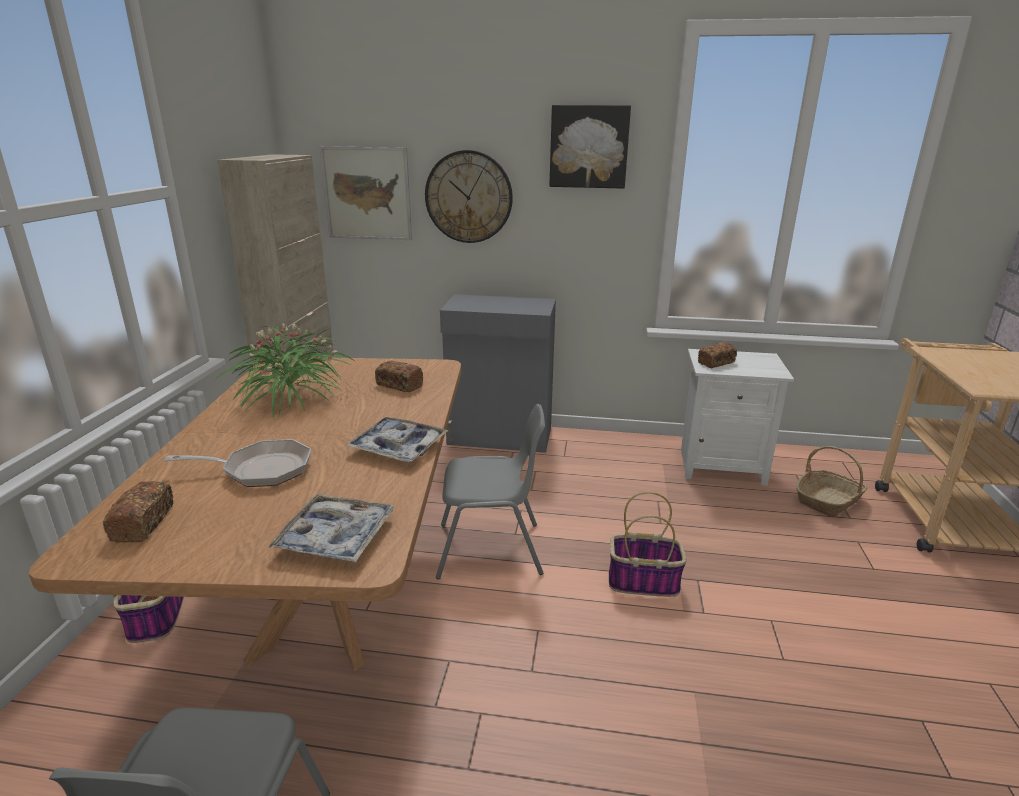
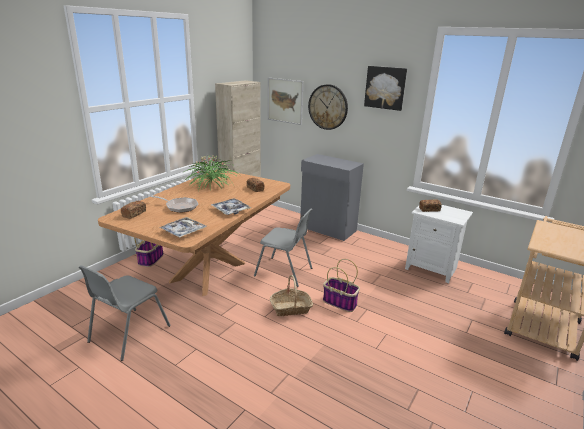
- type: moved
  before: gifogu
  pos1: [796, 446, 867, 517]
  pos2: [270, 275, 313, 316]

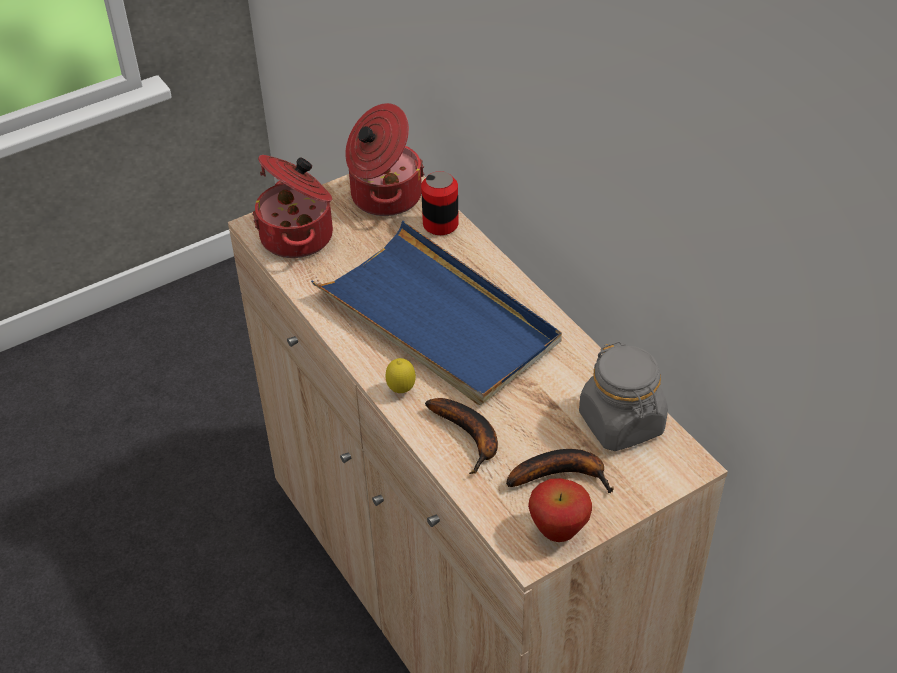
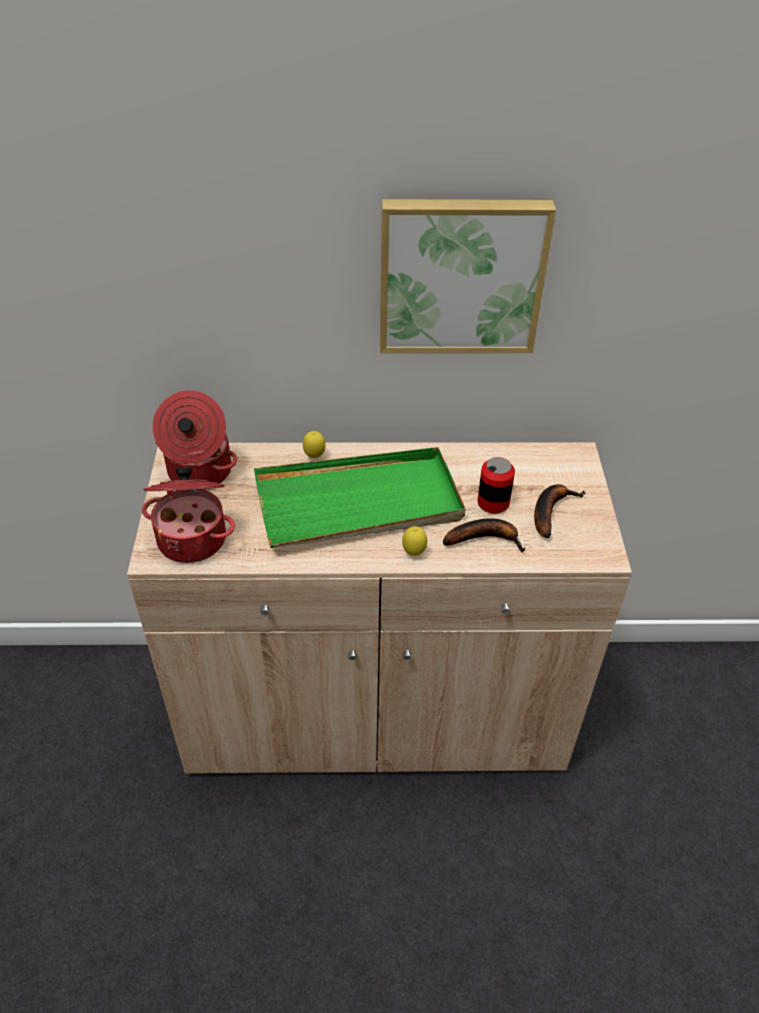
- type: recoloured
  before: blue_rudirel
  after: green_rudirel
  pos1: [311, 221, 562, 405]
  pos2: [254, 447, 465, 548]
- type: moved
  before: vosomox
  pos1: [421, 171, 459, 235]
  pos2: [477, 457, 515, 514]
- type: removed
  before: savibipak
  pos1: [528, 478, 592, 542]
- type: removed
  before: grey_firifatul
  pos1: [579, 341, 668, 451]
- type: added
  after: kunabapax
  pos2: [303, 431, 326, 458]
- type: added
  after: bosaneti
  pos2: [380, 199, 556, 353]

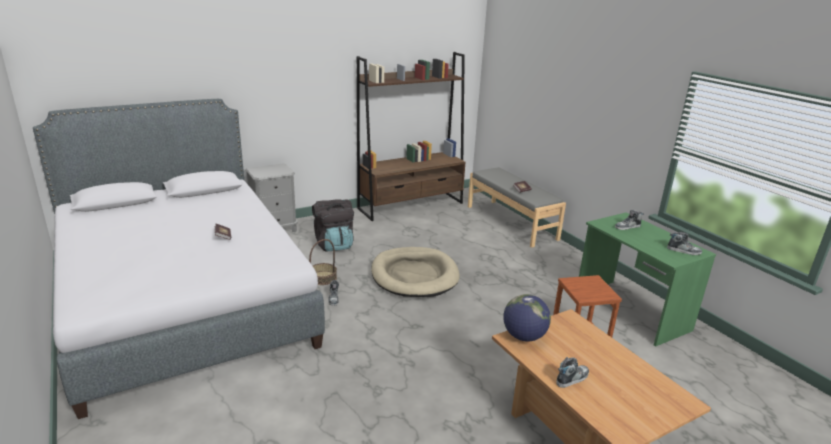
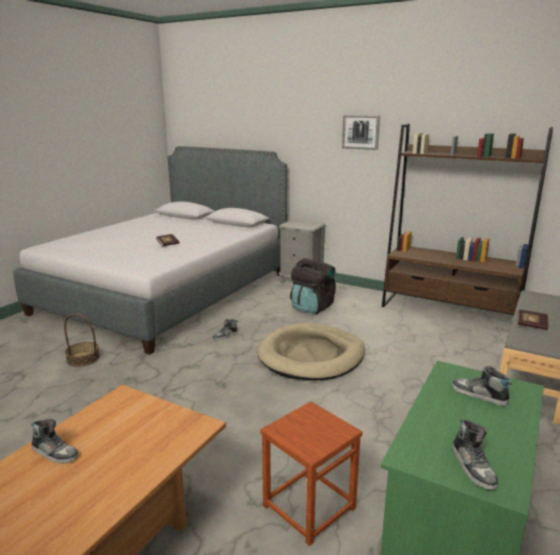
- type: moved
  before: gifogu
  pos1: [309, 239, 337, 285]
  pos2: [64, 314, 100, 367]
- type: removed
  before: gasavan
  pos1: [503, 294, 551, 341]
- type: added
  after: bosaneti
  pos2: [342, 115, 380, 150]

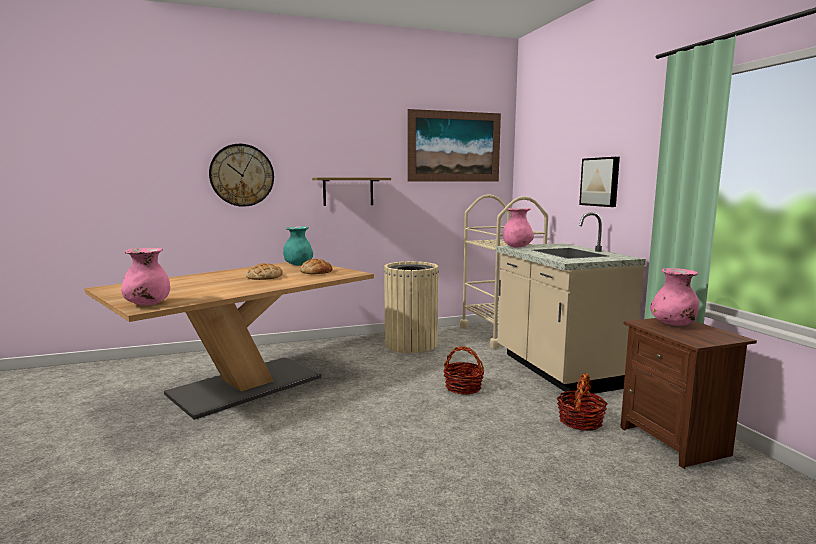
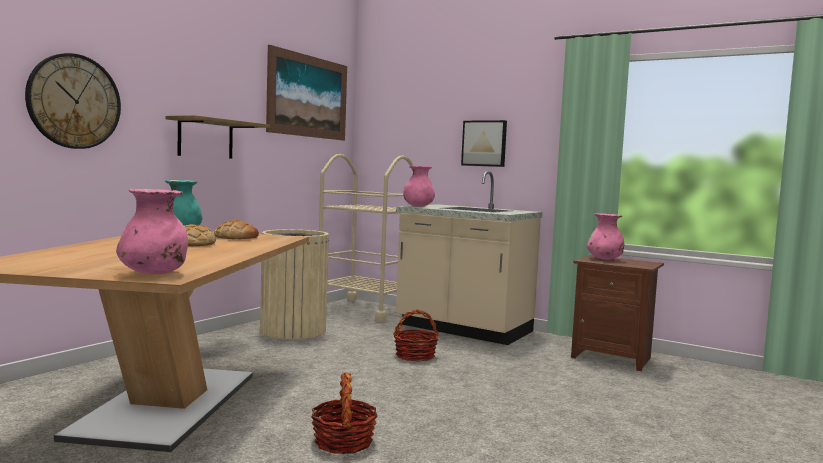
- type: moved
  before: gifogu
  pos1: [557, 373, 608, 431]
  pos2: [311, 372, 378, 454]

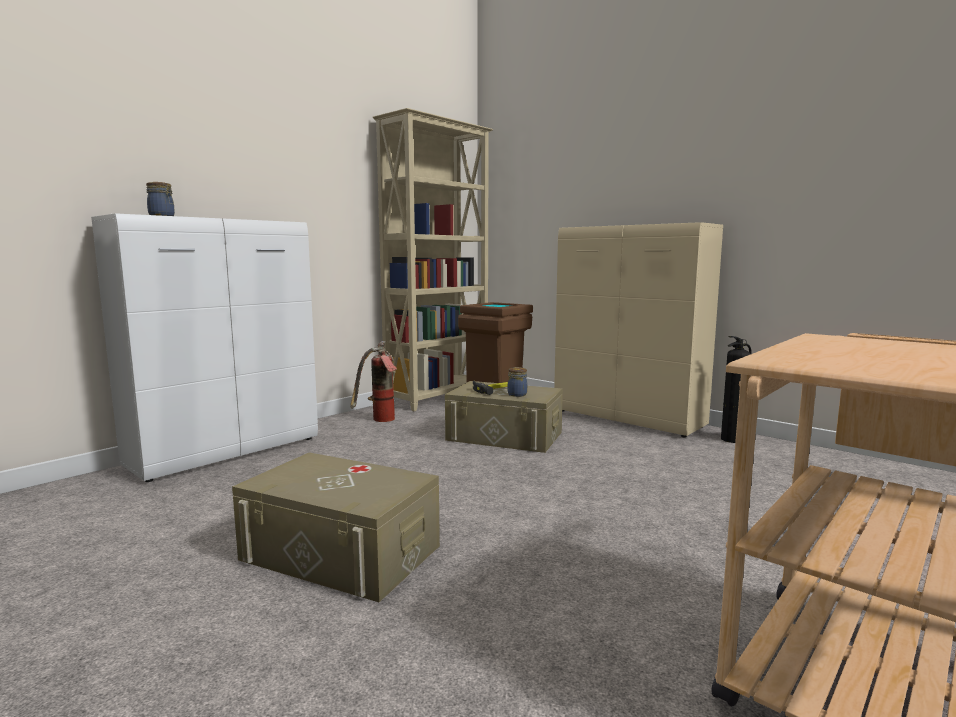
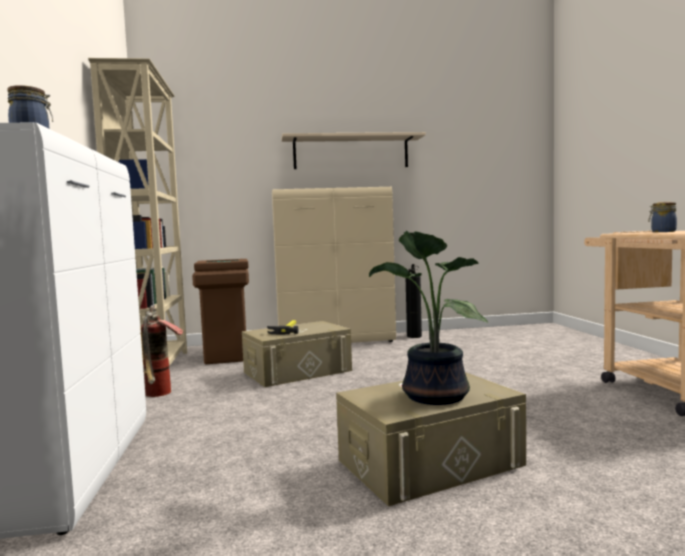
- type: moved
  before: firifatul
  pos1: [508, 367, 527, 397]
  pos2: [648, 202, 677, 232]
- type: added
  after: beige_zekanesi
  pos2: [281, 132, 426, 169]
- type: added
  after: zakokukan
  pos2: [369, 231, 488, 405]

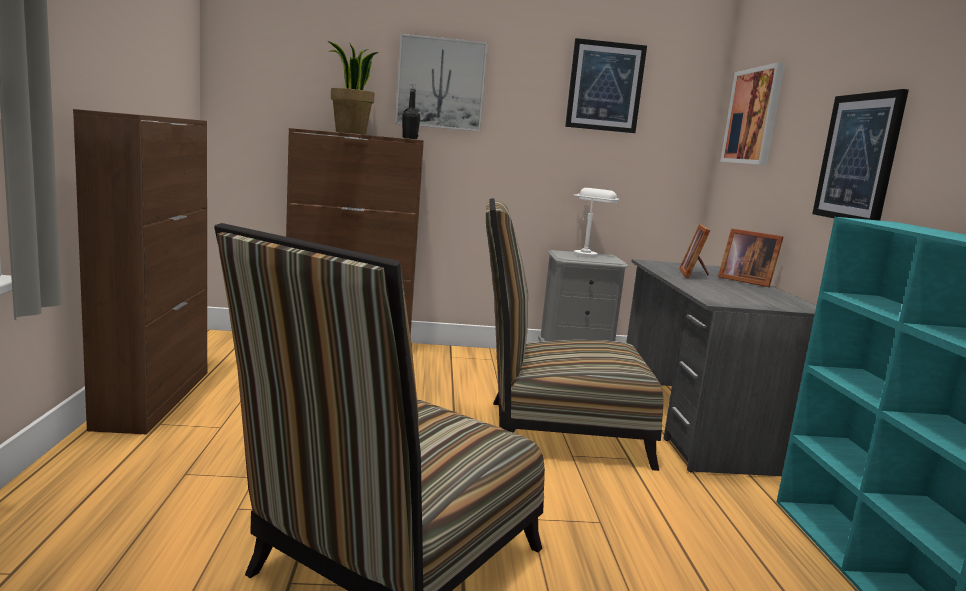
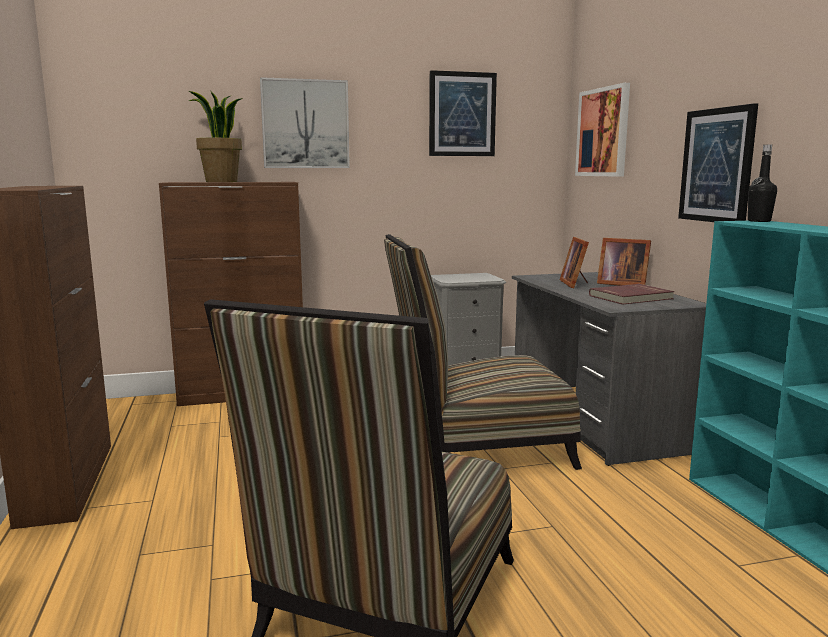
- type: moved
  before: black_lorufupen
  pos1: [402, 84, 420, 139]
  pos2: [748, 145, 777, 222]
- type: removed
  before: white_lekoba
  pos1: [573, 188, 620, 258]
- type: added
  after: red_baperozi
  pos2: [589, 284, 674, 305]

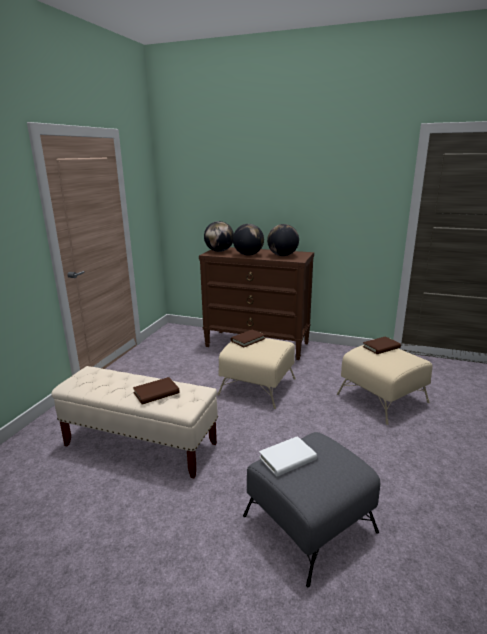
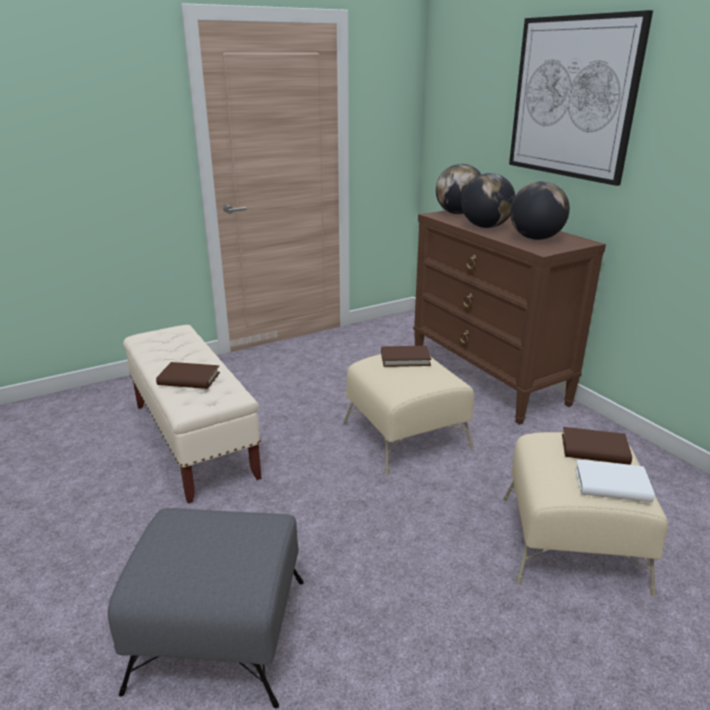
- type: moved
  before: white_baperozi
  pos1: [259, 436, 317, 477]
  pos2: [575, 460, 655, 502]
- type: added
  after: bosaneti
  pos2: [509, 10, 653, 186]

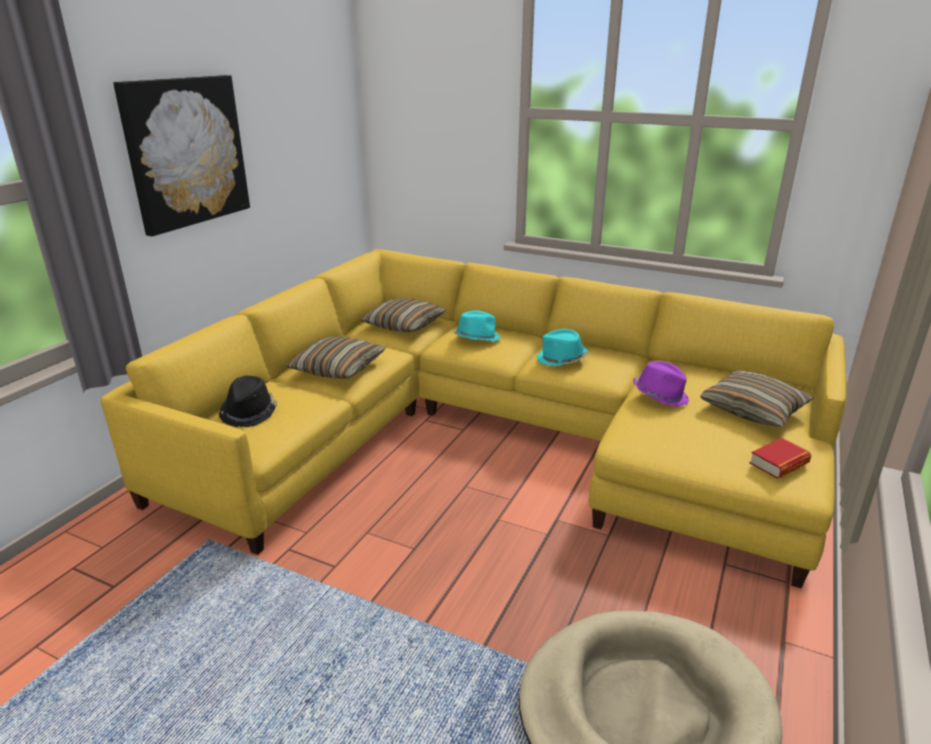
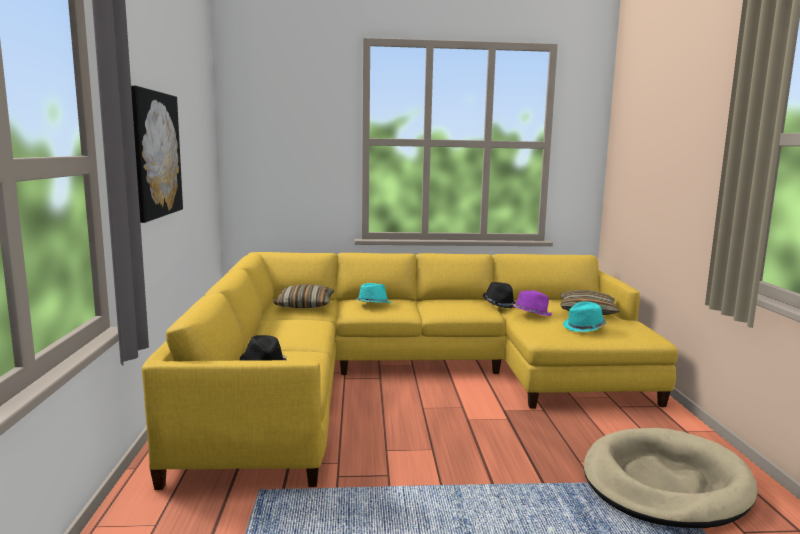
- type: removed
  before: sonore
  pos1: [286, 336, 386, 378]
- type: moved
  before: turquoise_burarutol
  pos1: [536, 329, 589, 366]
  pos2: [563, 301, 606, 332]
- type: removed
  before: baperozi
  pos1: [749, 438, 812, 478]
- type: added
  after: black_burarutol
  pos2: [483, 282, 516, 308]

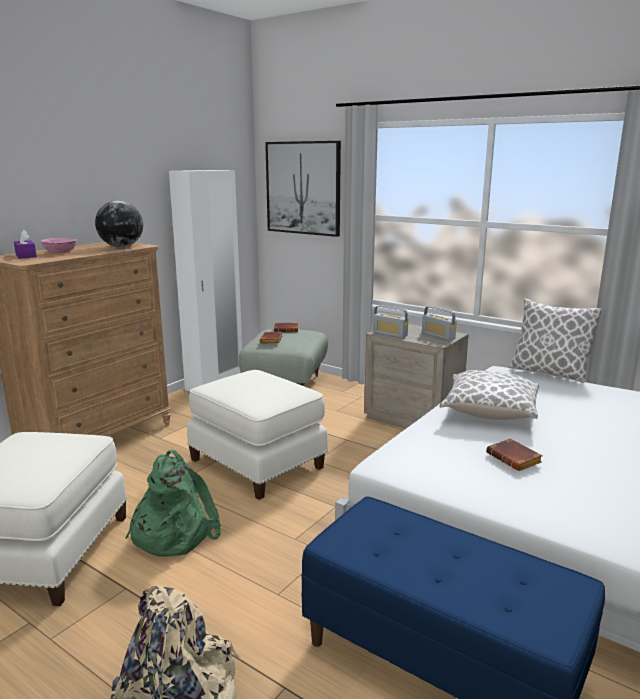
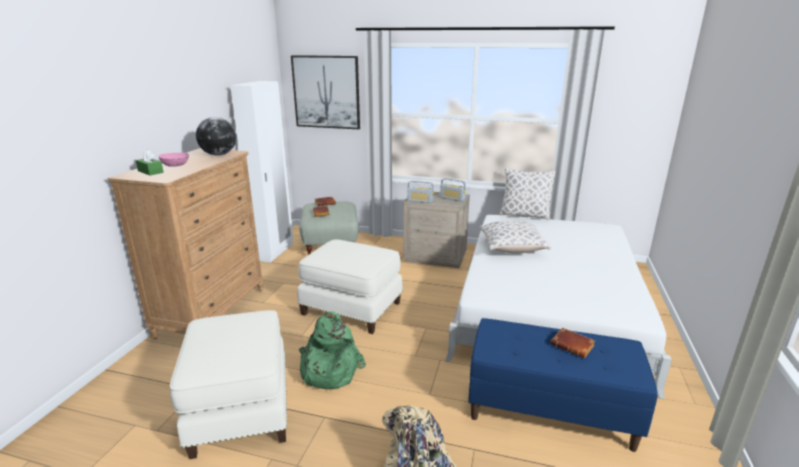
- type: recoloured
  before: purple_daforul
  after: green_daforul
  pos1: [14, 229, 37, 259]
  pos2: [136, 150, 164, 175]
- type: moved
  before: brown_baperozi
  pos1: [486, 438, 543, 471]
  pos2: [551, 328, 595, 358]

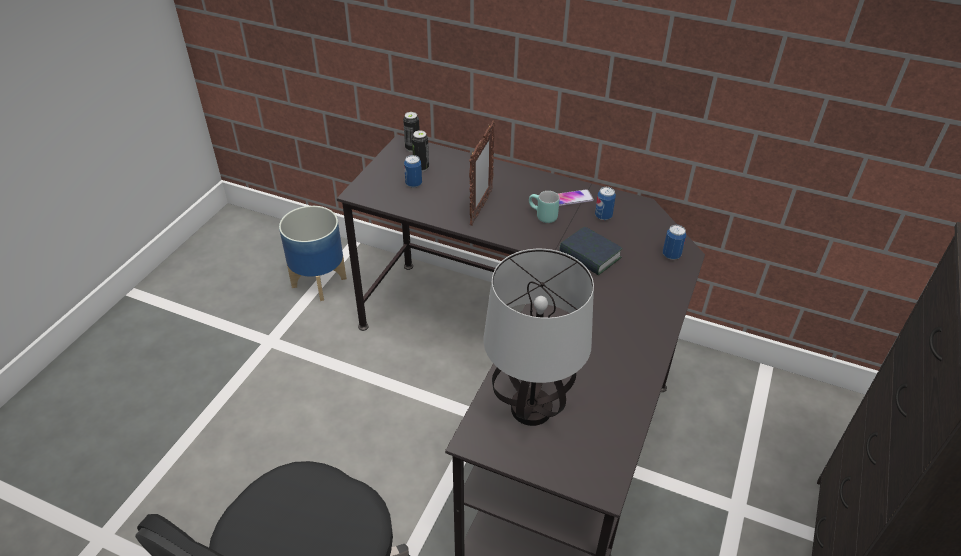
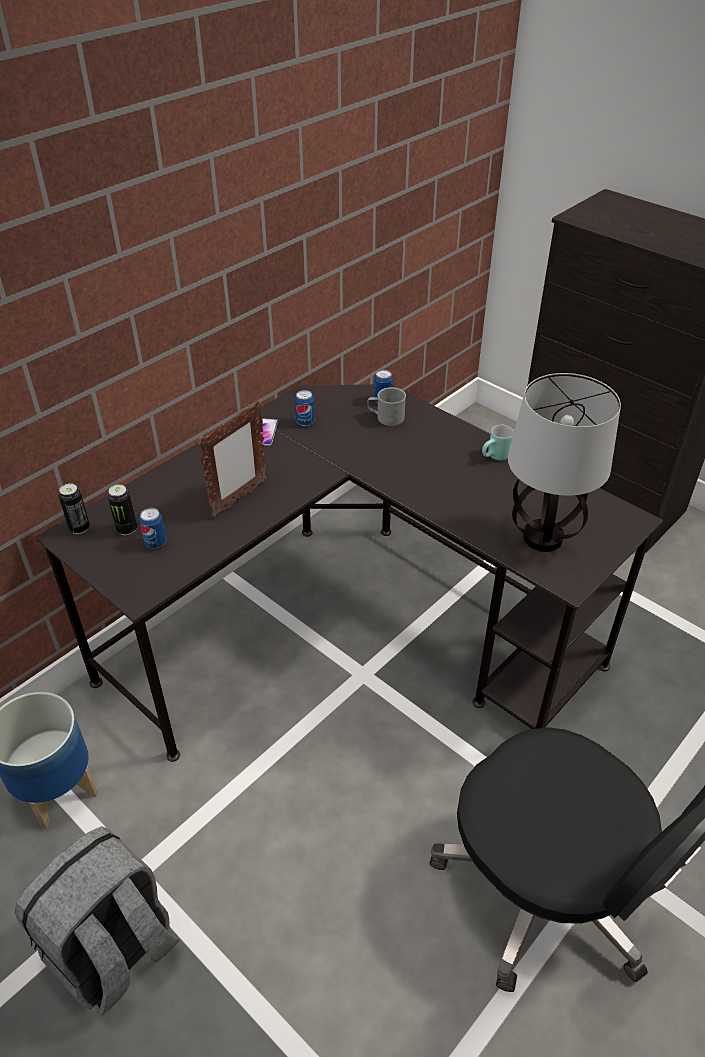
- type: turned
  before: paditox
  pos1: [469, 120, 495, 226]
  pos2: [198, 401, 267, 518]
  turn: 90
- type: moved
  before: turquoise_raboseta
  pos1: [529, 191, 560, 223]
  pos2: [482, 424, 514, 460]
- type: removed
  before: baperozi
  pos1: [559, 227, 623, 276]
- type: added
  after: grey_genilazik
  pos2: [15, 826, 179, 1015]
- type: added
  after: grey_raboseta
  pos2: [367, 387, 406, 426]

